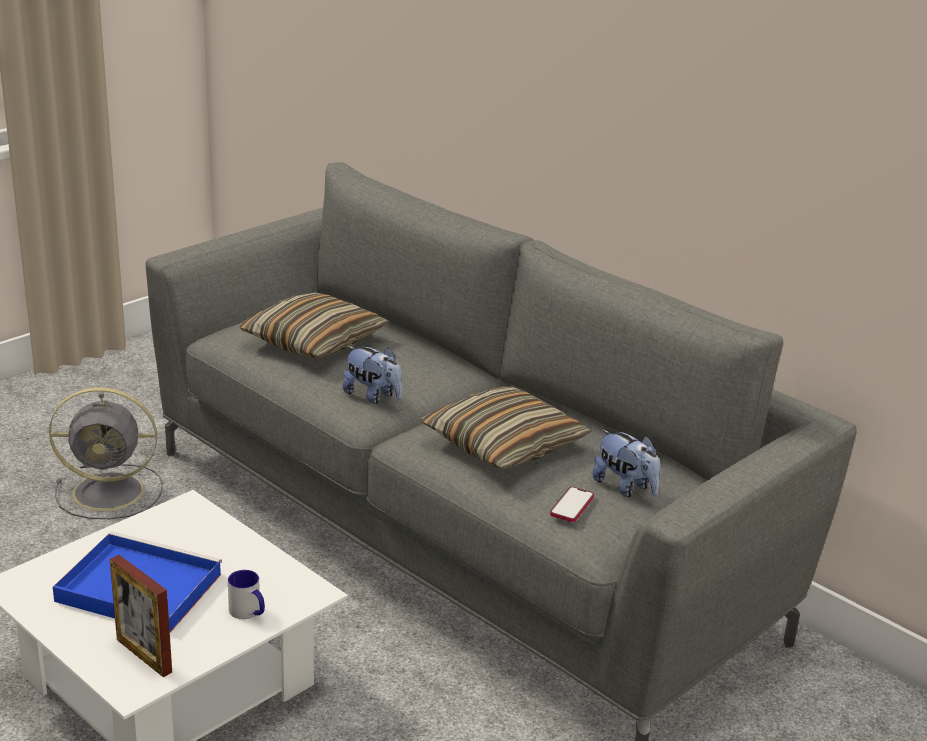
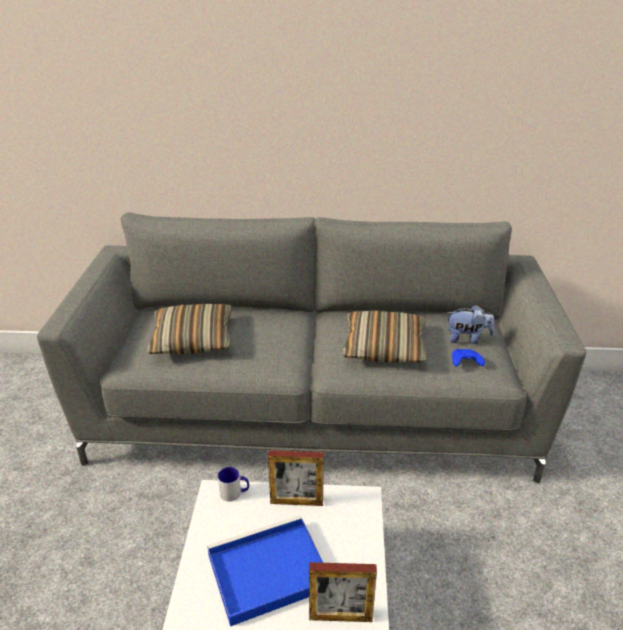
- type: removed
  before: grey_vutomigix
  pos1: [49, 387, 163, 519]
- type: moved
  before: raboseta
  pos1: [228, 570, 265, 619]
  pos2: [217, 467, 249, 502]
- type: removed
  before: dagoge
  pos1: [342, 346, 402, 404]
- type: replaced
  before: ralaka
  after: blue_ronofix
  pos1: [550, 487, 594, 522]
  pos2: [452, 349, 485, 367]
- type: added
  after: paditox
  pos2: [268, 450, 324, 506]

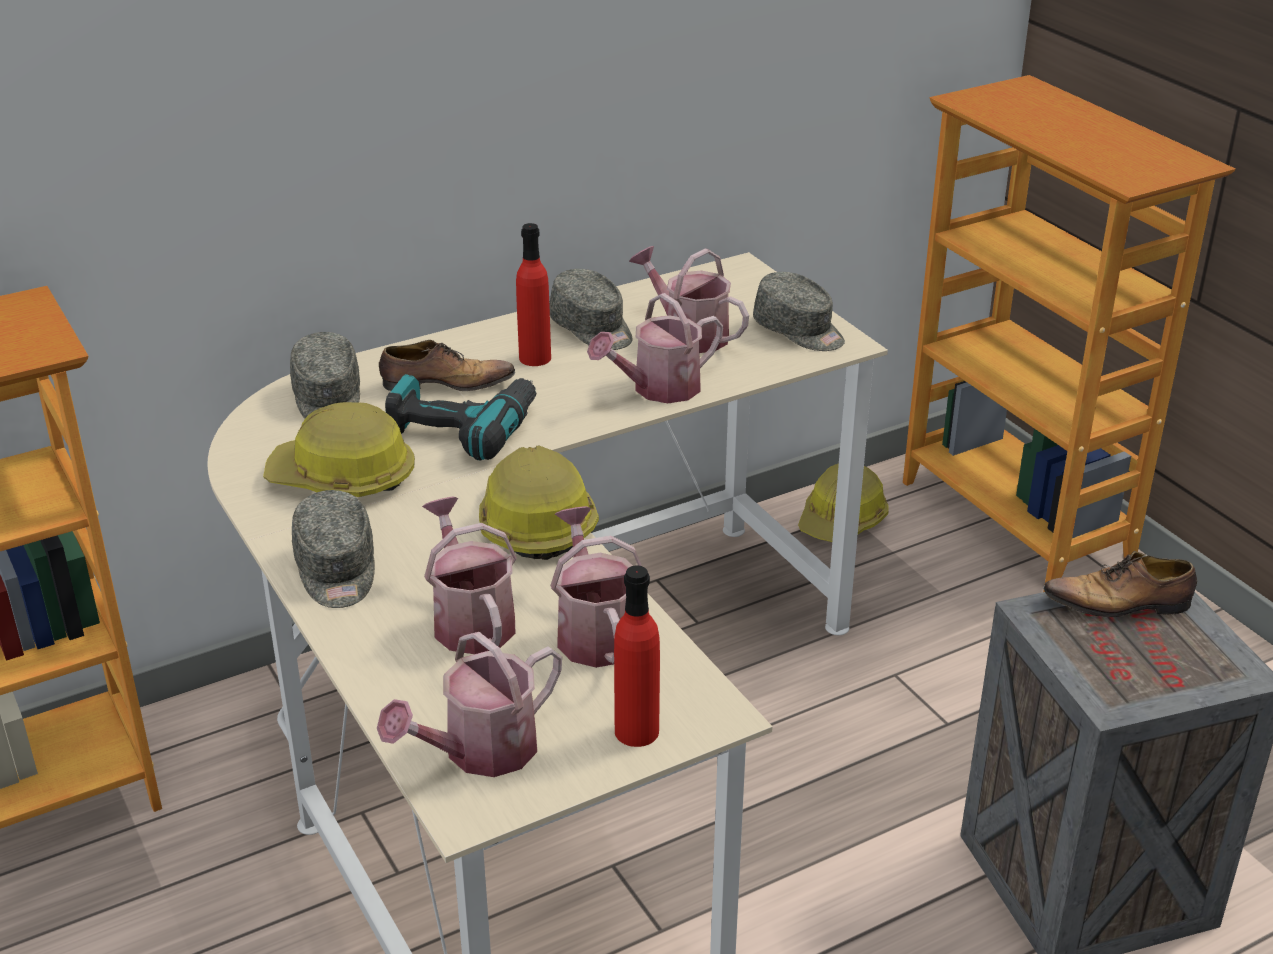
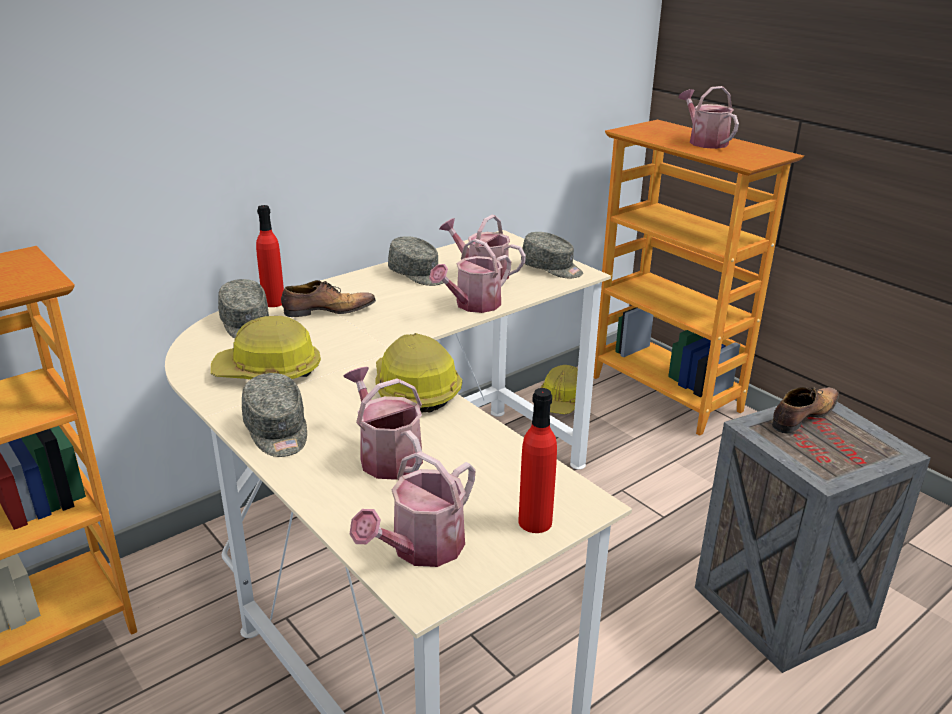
- type: removed
  before: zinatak
  pos1: [385, 374, 536, 460]
- type: moved
  before: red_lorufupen
  pos1: [516, 223, 551, 366]
  pos2: [256, 205, 284, 307]
- type: moved
  before: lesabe
  pos1: [550, 506, 642, 668]
  pos2: [679, 86, 739, 149]
- type: turned
  before: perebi
  pos1: [1043, 551, 1197, 617]
  pos2: [772, 387, 839, 433]
  turn: 150

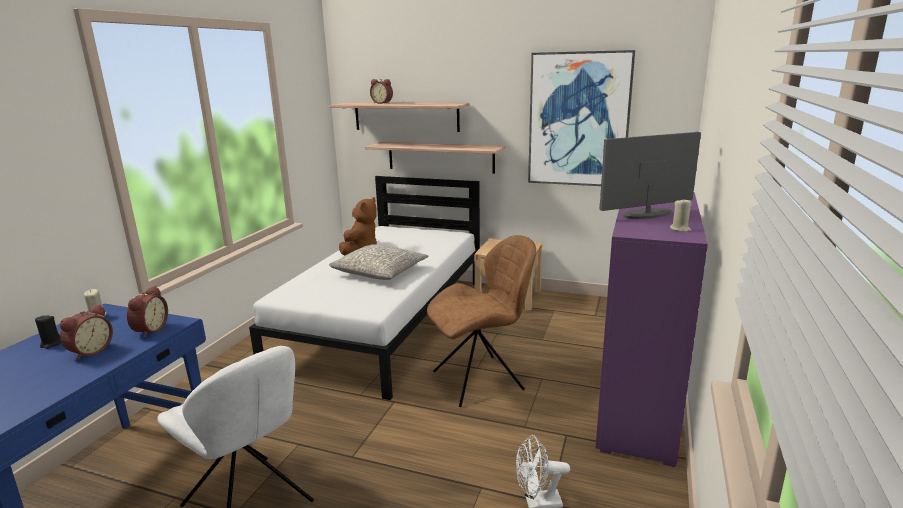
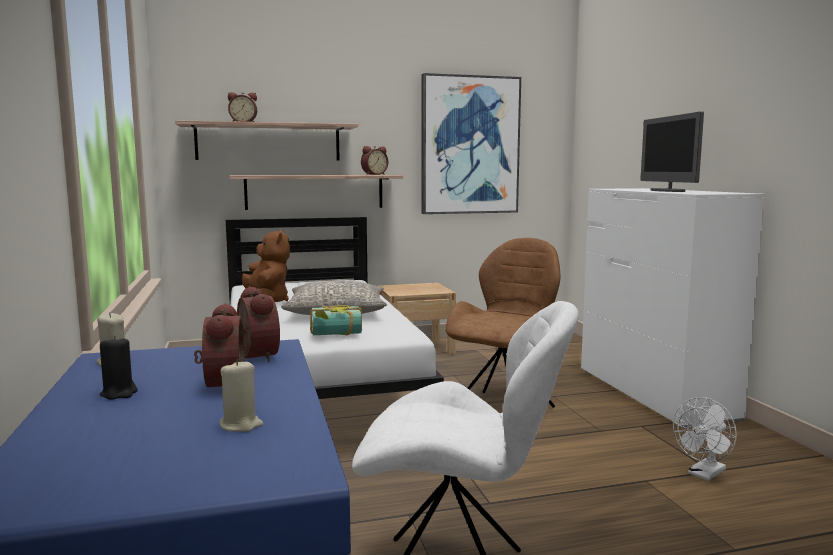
- type: recoloured
  before: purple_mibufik
  after: white_mibufik
  pos1: [595, 192, 708, 467]
  pos2: [581, 188, 765, 429]
- type: turned
  before: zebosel
  pos1: [599, 132, 701, 219]
  pos2: [640, 112, 704, 192]
  turn: -45
- type: moved
  before: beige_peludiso
  pos1: [670, 198, 691, 232]
  pos2: [219, 359, 263, 432]
- type: added
  after: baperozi
  pos2: [310, 305, 362, 335]
- type: added
  after: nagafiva
  pos2: [361, 146, 388, 175]

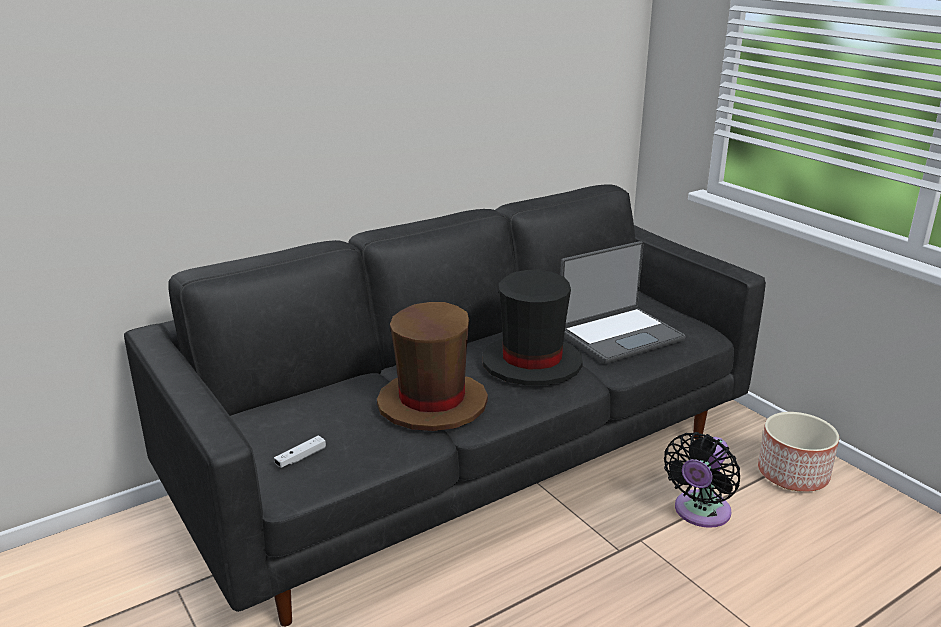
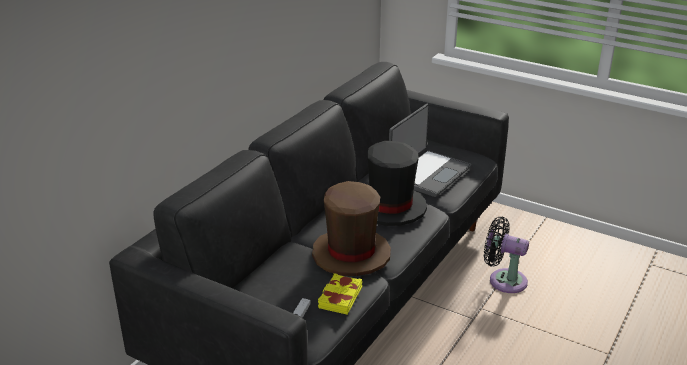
- type: turned
  before: black_vutomigix
  pos1: [664, 432, 740, 528]
  pos2: [484, 217, 529, 293]
  turn: 105
- type: removed
  before: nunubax
  pos1: [758, 412, 839, 492]
- type: added
  after: yellow_baperozi
  pos2: [318, 273, 362, 315]

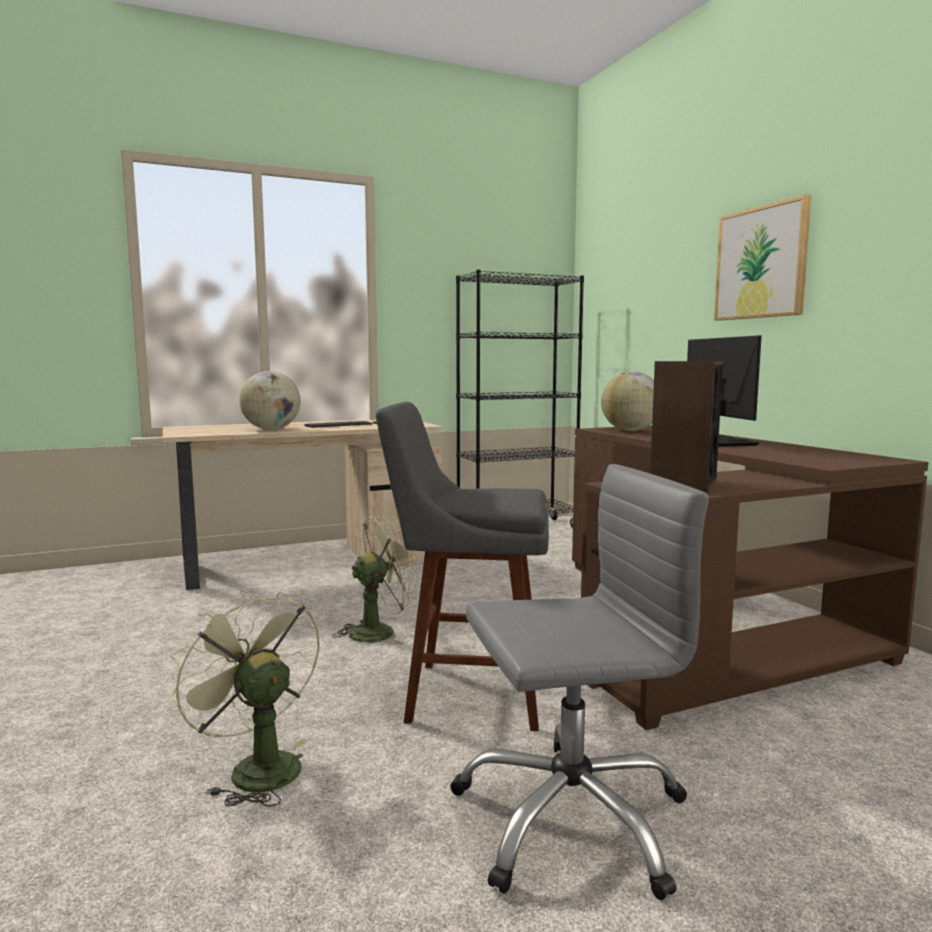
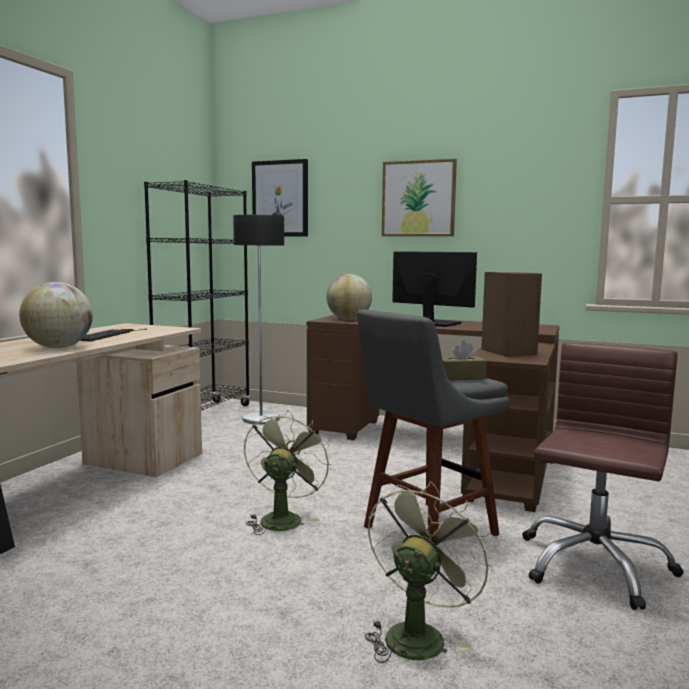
- type: turned
  before: green_vutomigix
  pos1: [170, 590, 320, 807]
  pos2: [365, 481, 493, 663]
  turn: 120
- type: recoloured
  before: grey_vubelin
  after: brown_vubelin
  pos1: [450, 464, 709, 900]
  pos2: [522, 342, 684, 610]
- type: added
  after: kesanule
  pos2: [233, 215, 284, 424]
- type: added
  after: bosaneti
  pos2: [252, 159, 308, 236]
- type: added
  after: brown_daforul
  pos2: [442, 341, 487, 380]

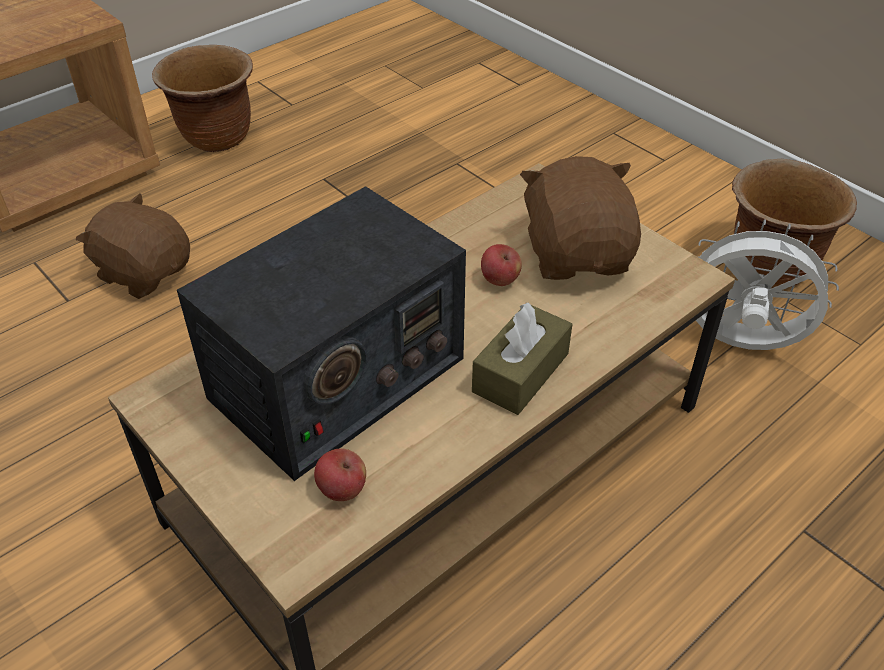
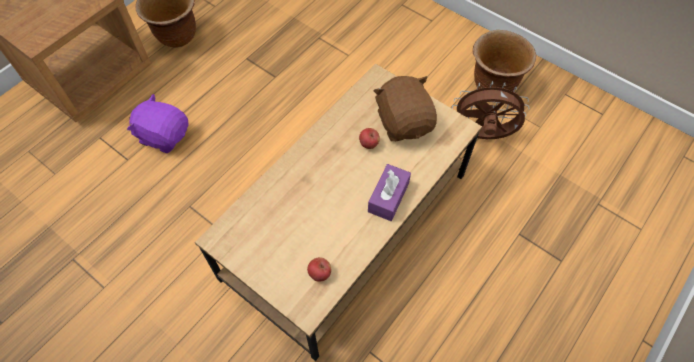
- type: recoloured
  before: brown_dagoge
  after: purple_dagoge
  pos1: [76, 193, 190, 299]
  pos2: [127, 94, 188, 153]
- type: removed
  before: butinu
  pos1: [177, 186, 466, 481]
- type: recoloured
  before: brown_daforul
  after: purple_daforul
  pos1: [472, 302, 573, 415]
  pos2: [368, 164, 411, 221]
- type: recoloured
  before: white_vutomigix
  after: brown_vutomigix
  pos1: [696, 219, 839, 350]
  pos2: [452, 81, 529, 139]

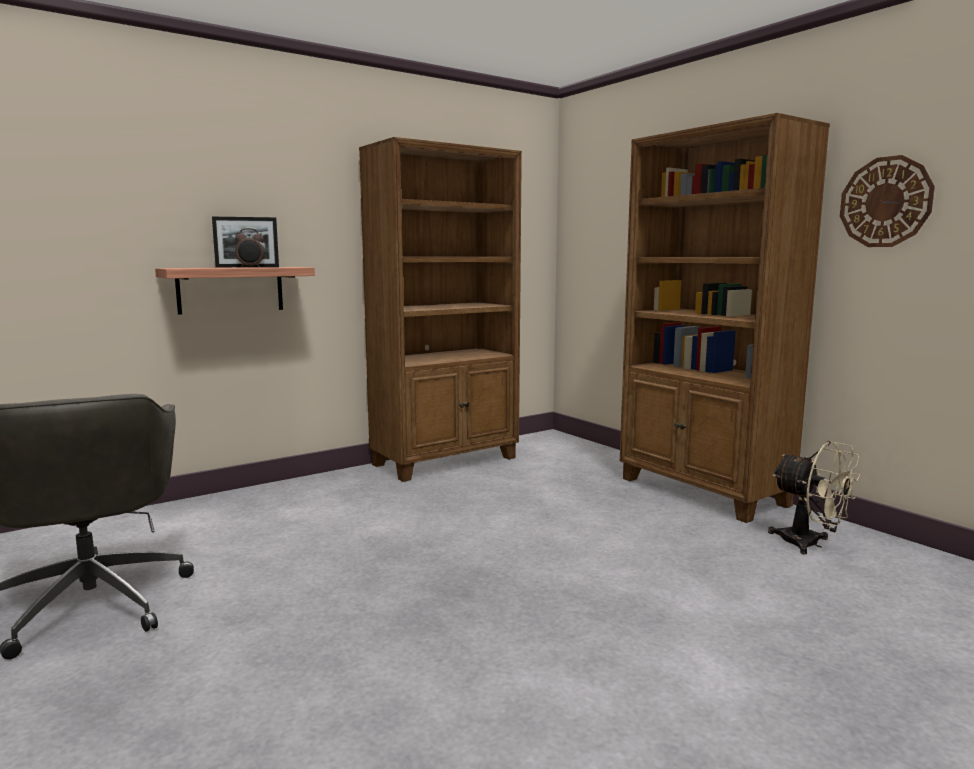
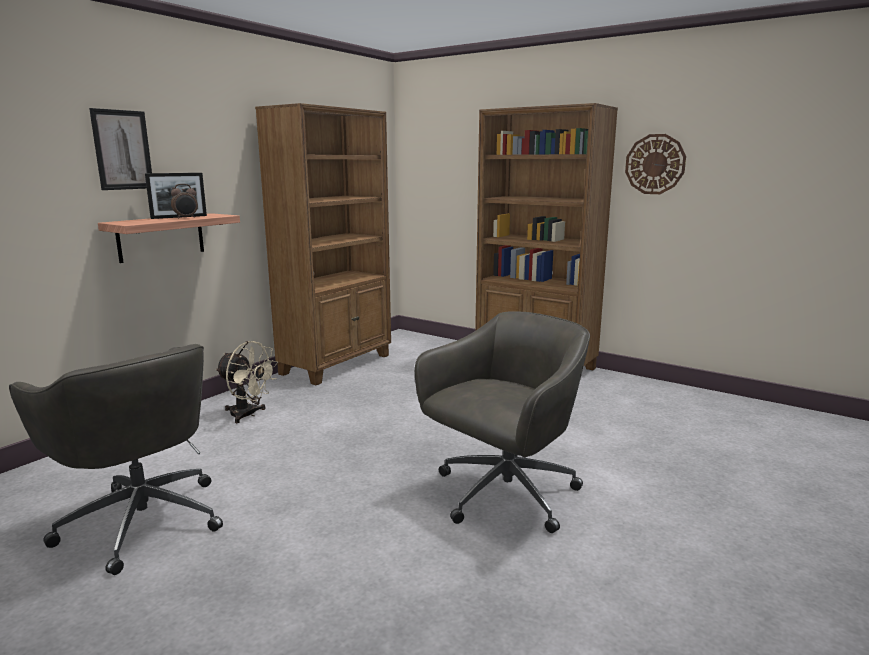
- type: moved
  before: beige_vutomigix
  pos1: [768, 441, 860, 555]
  pos2: [215, 341, 278, 423]
- type: added
  after: bosaneti
  pos2: [89, 108, 152, 190]
- type: added
  after: grey_vubelin
  pos2: [415, 312, 590, 533]

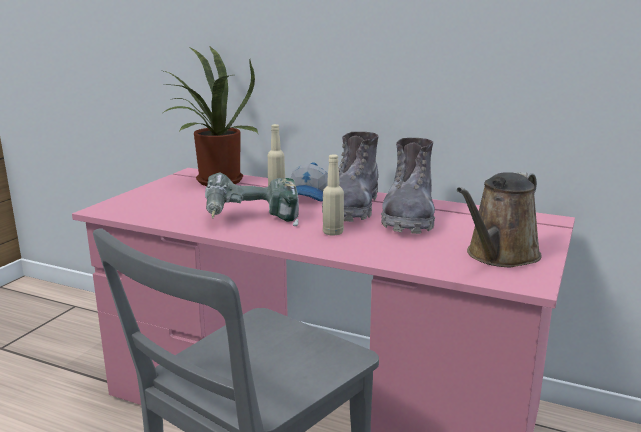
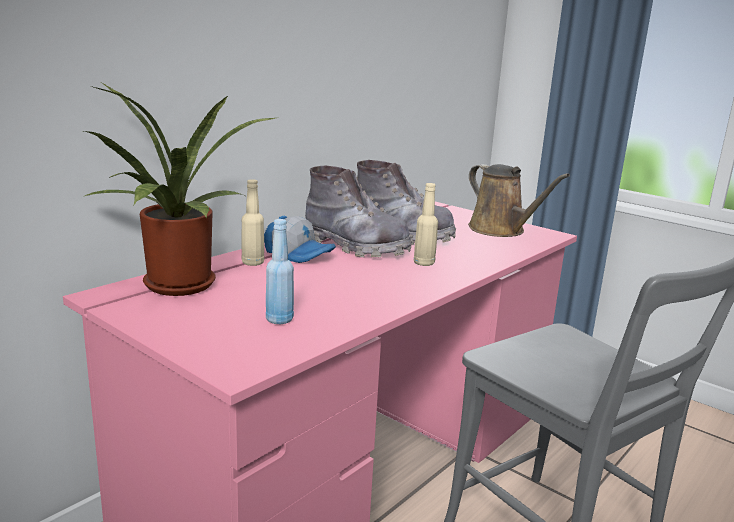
- type: removed
  before: zinatak
  pos1: [205, 173, 299, 226]
- type: added
  after: blue_lorufupen
  pos2: [266, 219, 294, 324]

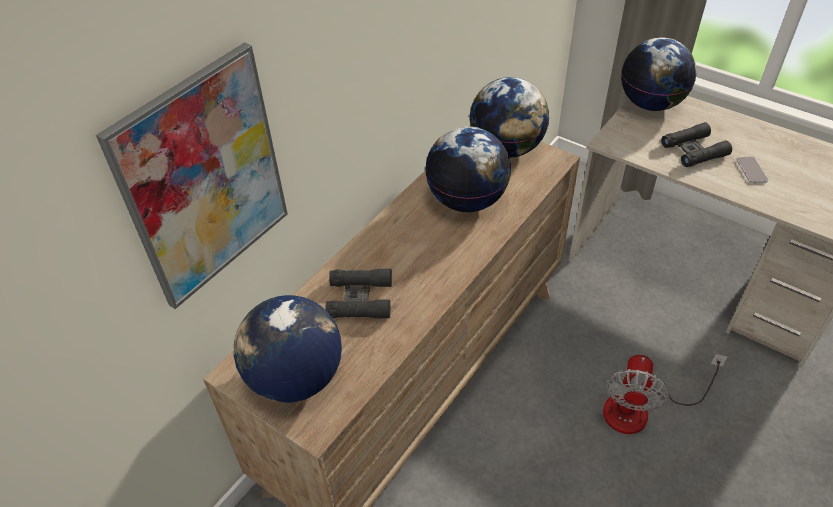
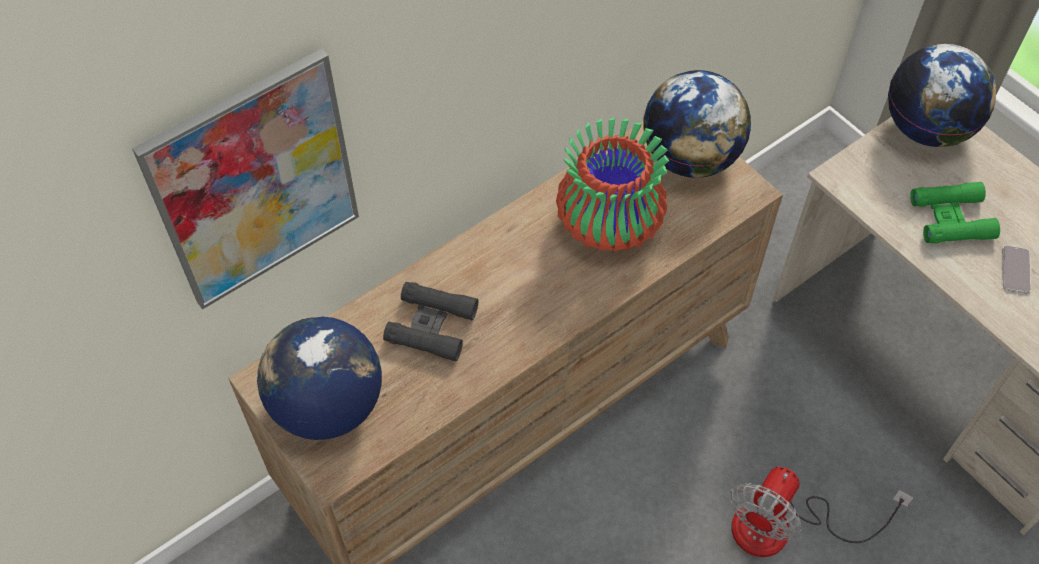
- type: replaced
  before: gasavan
  after: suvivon
  pos1: [425, 126, 511, 212]
  pos2: [556, 117, 669, 253]
- type: recoloured
  before: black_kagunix
  after: green_kagunix
  pos1: [661, 122, 732, 167]
  pos2: [910, 182, 1000, 243]

